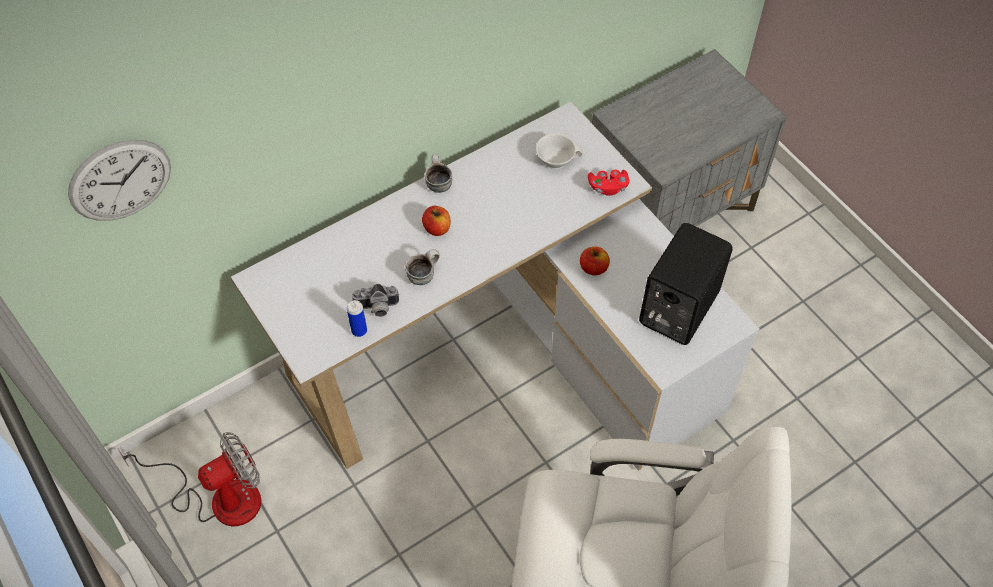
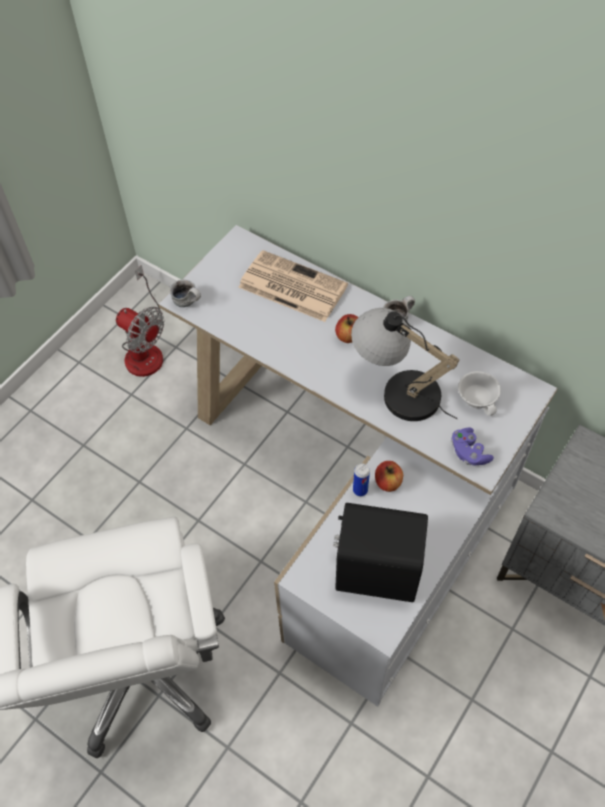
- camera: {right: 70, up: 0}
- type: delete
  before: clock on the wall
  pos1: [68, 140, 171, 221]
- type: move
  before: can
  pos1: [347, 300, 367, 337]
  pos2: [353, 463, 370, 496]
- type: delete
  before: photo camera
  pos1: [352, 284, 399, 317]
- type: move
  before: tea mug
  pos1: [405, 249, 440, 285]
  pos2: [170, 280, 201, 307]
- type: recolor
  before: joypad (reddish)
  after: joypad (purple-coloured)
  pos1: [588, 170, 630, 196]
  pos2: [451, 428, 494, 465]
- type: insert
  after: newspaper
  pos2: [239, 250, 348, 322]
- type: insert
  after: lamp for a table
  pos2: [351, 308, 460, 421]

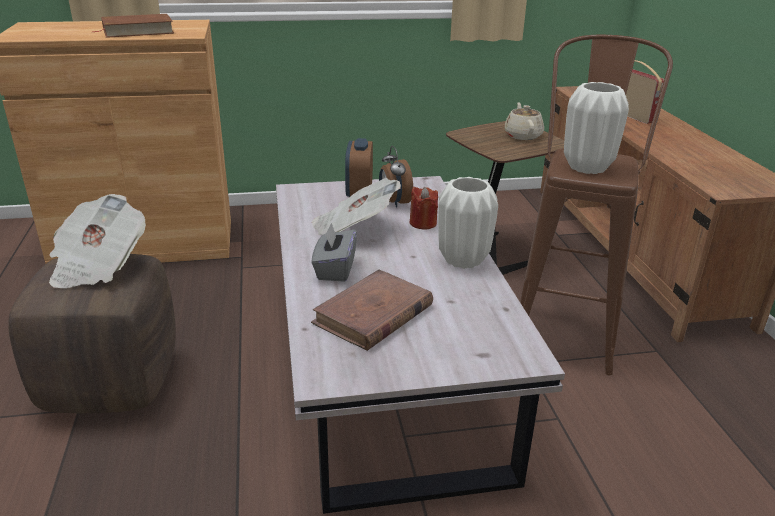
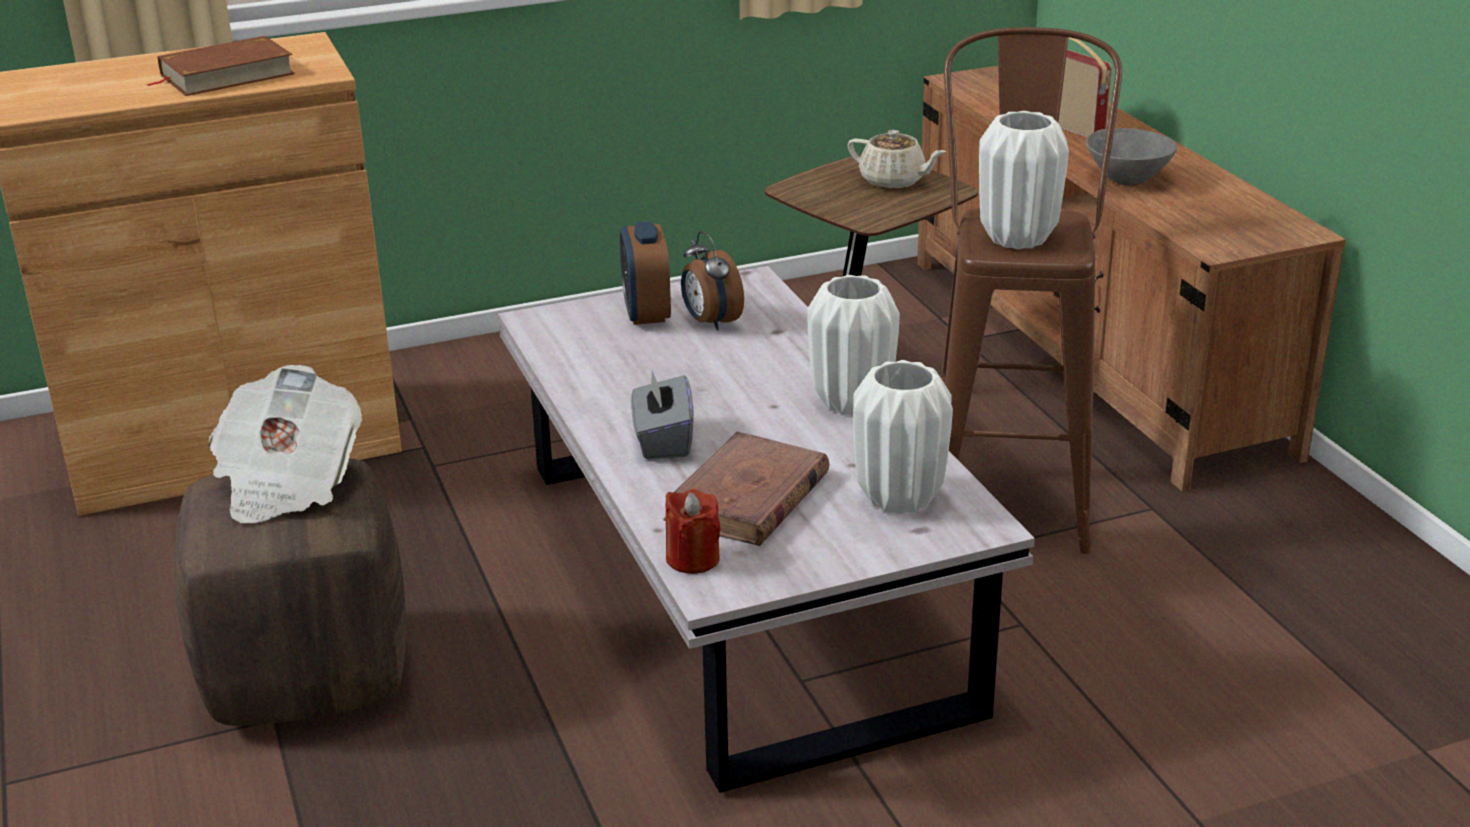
- camera: {right: -10, up: 0}
- type: delete
  before: newspaper
  pos1: [311, 178, 401, 235]
- type: move
  before: wax candle (reddish)
  pos1: [410, 187, 438, 229]
  pos2: [665, 489, 721, 574]
- type: rotate
  before: teapot (beige)
  pos1: [504, 102, 544, 140]
  pos2: [847, 130, 946, 189]
  turn: 135
- type: insert
  after: vase (white-coloured)
  pos2: [853, 360, 953, 514]
- type: insert
  after: serving bowl (grey)
  pos2: [1086, 128, 1177, 185]

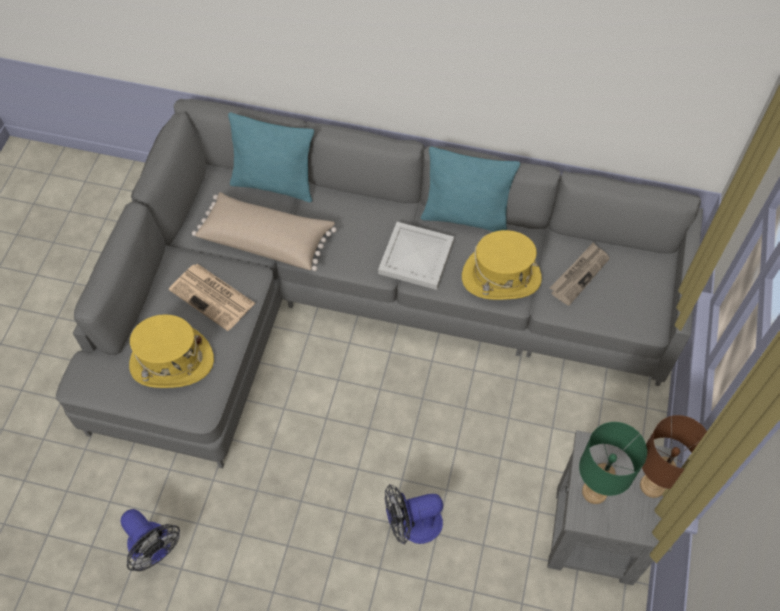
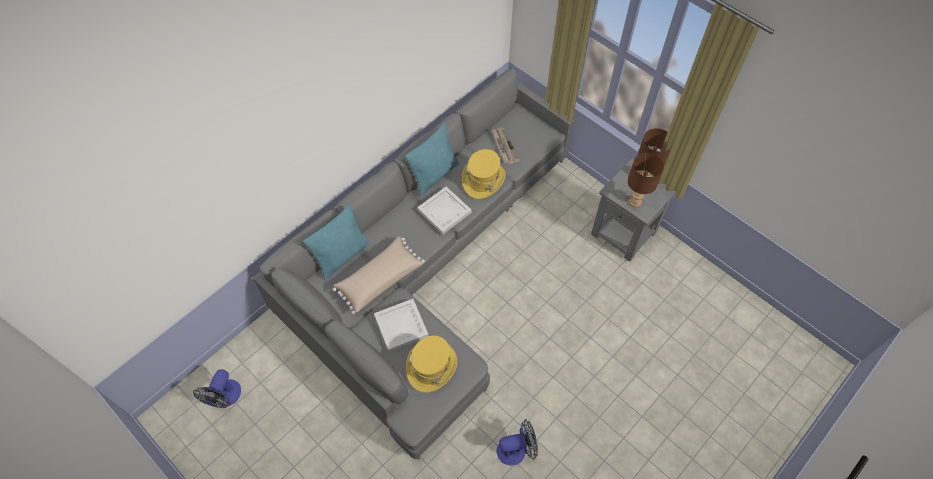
- camera: {right: -60, up: 0}
- type: replace
  before: newspaper
  after: tray (white-coloured)
  pos1: [169, 264, 255, 331]
  pos2: [374, 299, 429, 352]
- type: move
  before: electric fan
  pos1: [385, 484, 443, 545]
  pos2: [193, 369, 241, 408]
- type: recolor
  before: lamp for a table (green-coloured)
  after: lamp for a table (brownish)
  pos1: [579, 422, 647, 504]
  pos2: [628, 153, 664, 208]

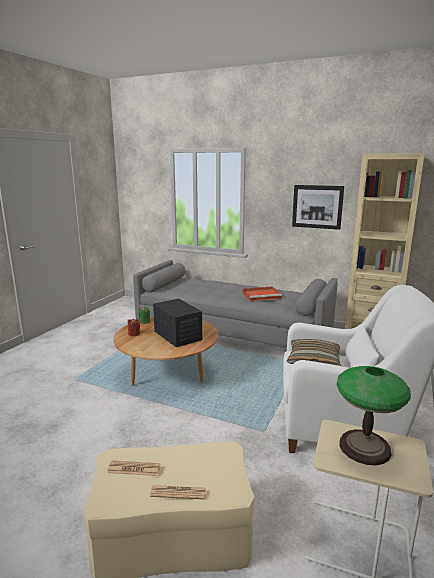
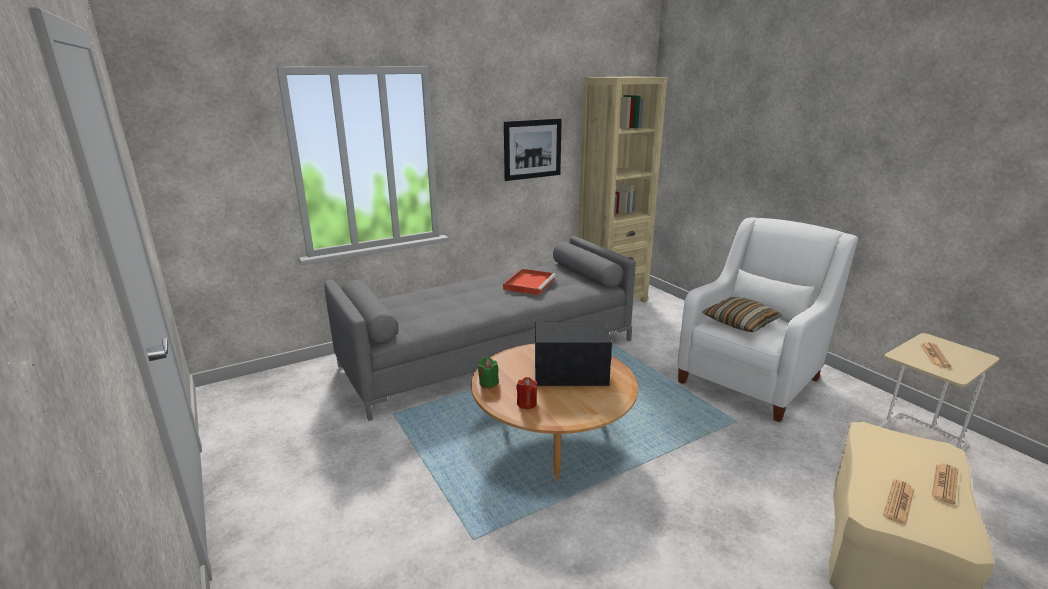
- camera: {right: -55, up: 5}
- type: replace
  before: lamp for a table
  after: newspaper
  pos1: [336, 366, 411, 465]
  pos2: [920, 342, 951, 368]

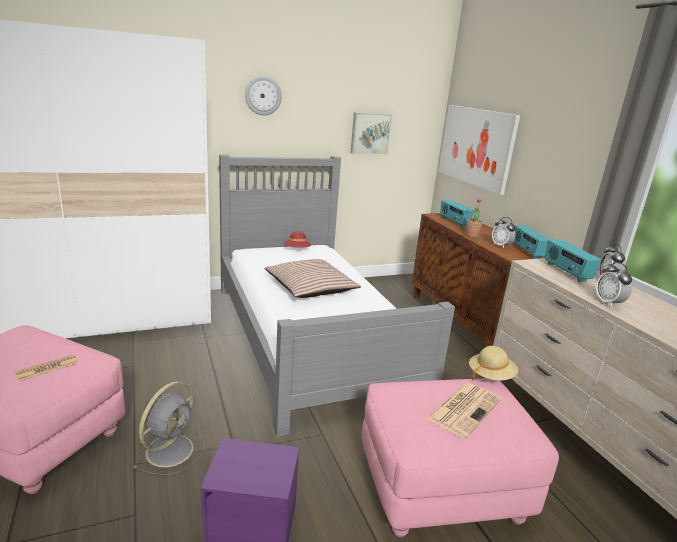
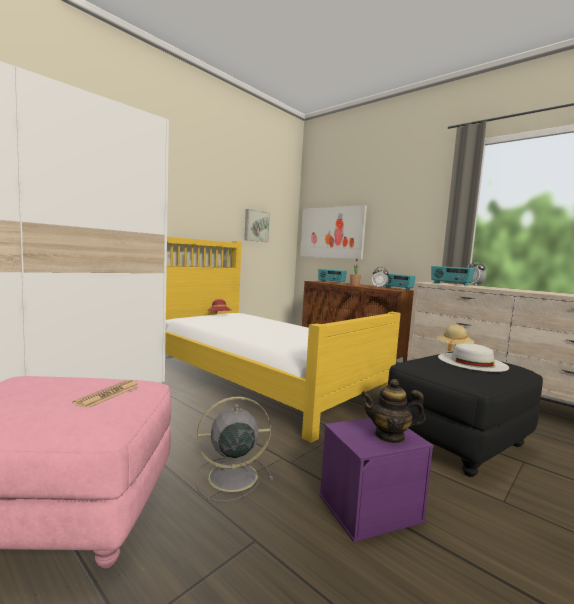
- camera: {right: -25, up: -15}
- type: rotate
  before: electric fan (grey)
  pos1: [133, 381, 205, 476]
  pos2: [195, 397, 273, 502]
  turn: -105
- type: recolor
  before: sleeping bed (grey)
  after: sleeping bed (yellow-coloured)
  pos1: [219, 154, 455, 437]
  pos2: [165, 237, 401, 443]
- type: delete
  before: clock on the wall
  pos1: [245, 76, 282, 115]
- type: delete
  before: throw pillow
  pos1: [264, 259, 361, 298]
- type: recolor
  before: ottoman (pink)
  after: ottoman (blackish)
  pos1: [362, 378, 559, 537]
  pos2: [388, 352, 543, 477]
- type: replace
  before: newspaper
  after: clothing hat (white-coloured)
  pos1: [426, 383, 501, 438]
  pos2: [438, 343, 509, 372]
- type: delete
  before: alarm clock
  pos1: [596, 262, 632, 307]
- type: insert
  after: teapot
  pos2: [361, 379, 426, 444]

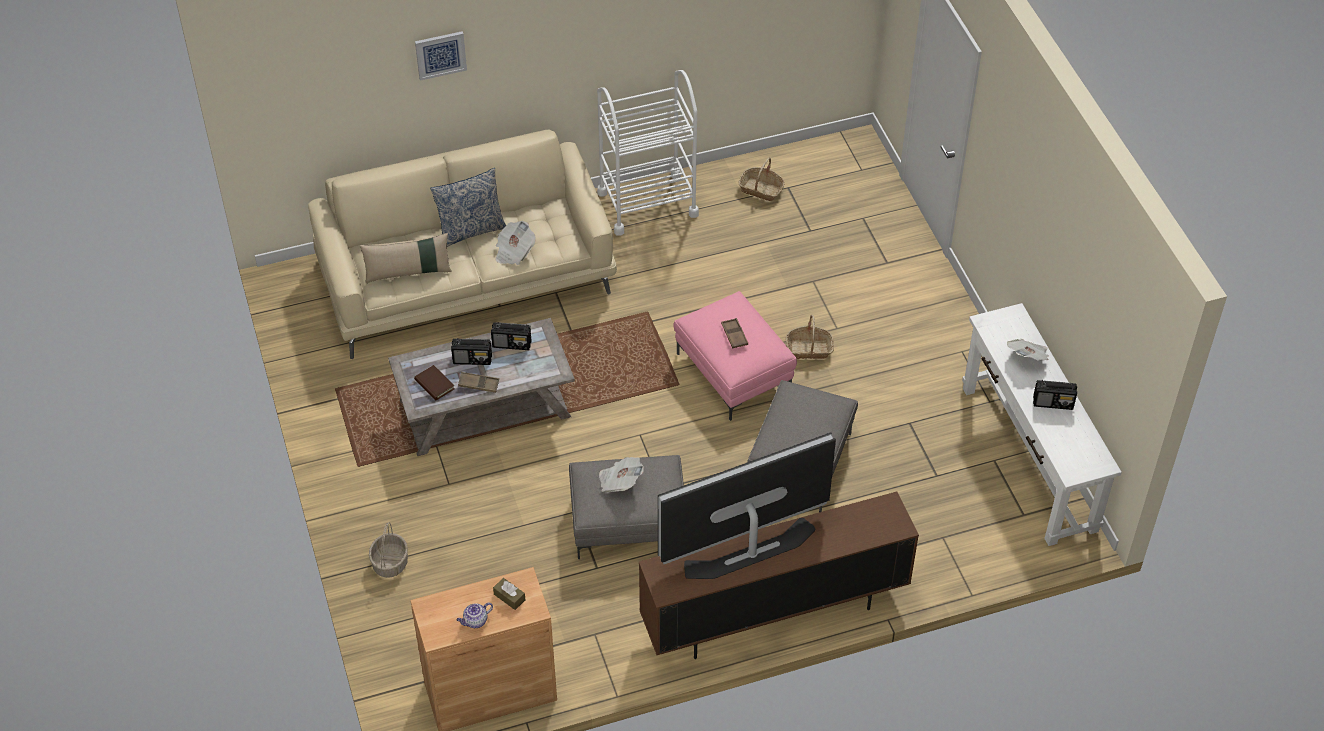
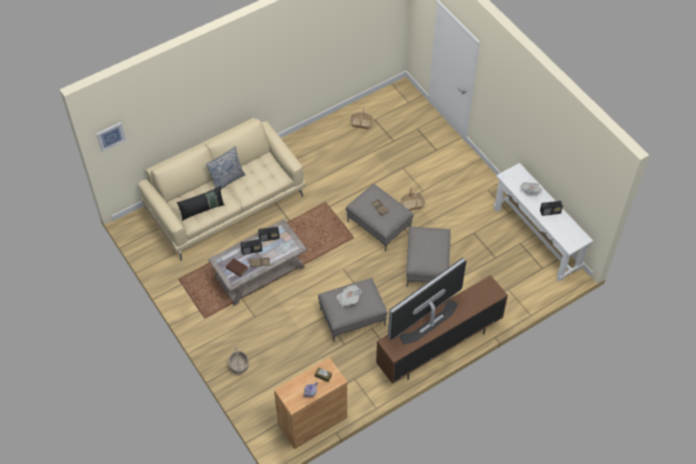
- camera: {right: -15, up: 5}
- type: recolor
  before: throw pillow (beige)
  after: throw pillow (blackish)
  pos1: [360, 233, 452, 283]
  pos2: [177, 186, 225, 221]
- type: move
  before: wall art
  pos1: [415, 31, 467, 81]
  pos2: [96, 122, 126, 152]
- type: delete
  before: newspaper
  pos1: [495, 221, 536, 265]
- type: delete
  before: trolley (white-coloured)
  pos1: [597, 70, 699, 235]
- type: recolor
  before: ottoman (pink)
  after: ottoman (grey)
  pos1: [673, 291, 797, 421]
  pos2: [346, 184, 414, 252]

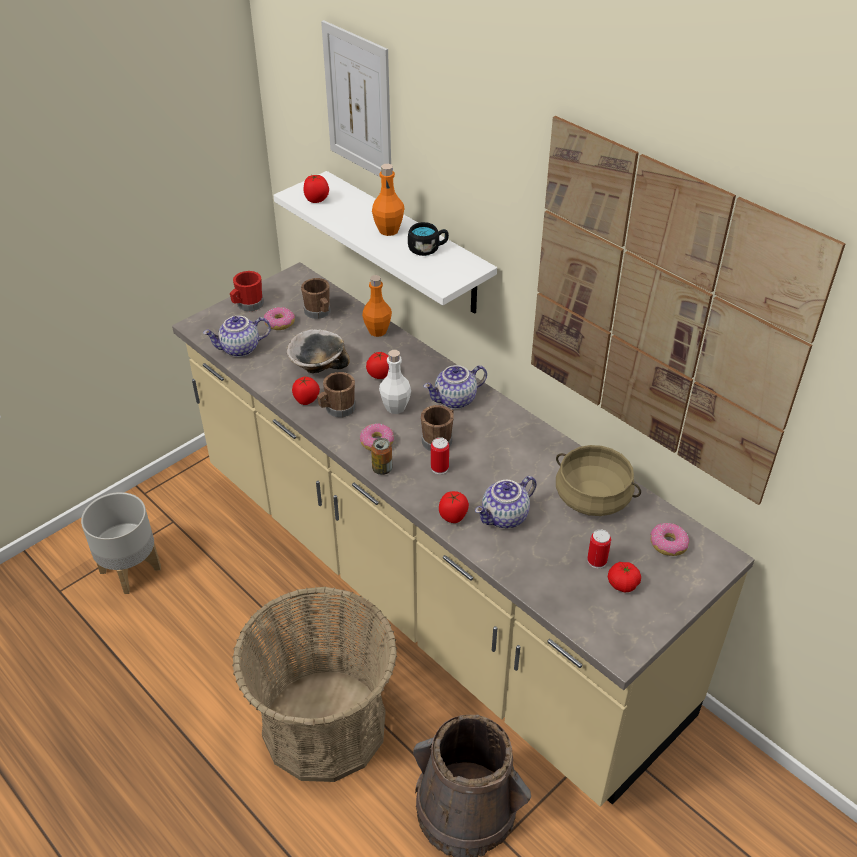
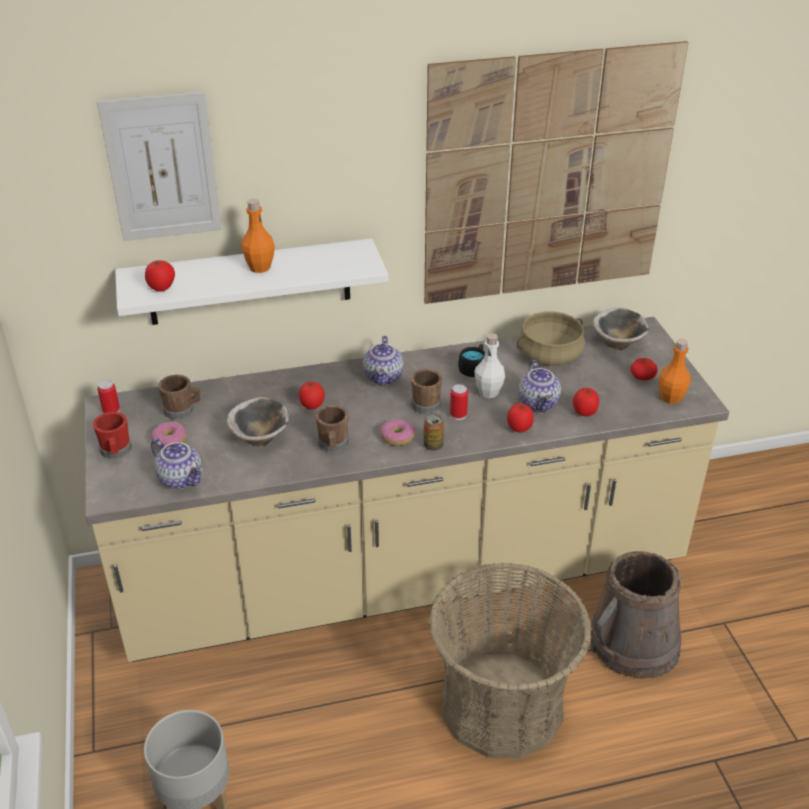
- camera: {right: -60, up: -5}
- type: rotate
  before: teapot
  pos1: [203, 316, 271, 357]
  pos2: [151, 439, 203, 489]
  turn: -60
- type: move
  before: tomato
  pos1: [292, 376, 320, 405]
  pos2: [573, 388, 599, 416]
- type: move
  before: drink bottle (orangey)
  pos1: [362, 275, 392, 337]
  pos2: [659, 339, 691, 404]
- type: move
  before: drink bottle (white-coloured)
  pos1: [379, 350, 411, 414]
  pos2: [474, 333, 505, 399]
- type: move
  before: tea mug (blackish)
  pos1: [408, 222, 449, 256]
  pos2: [458, 344, 485, 377]
- type: move
  before: can
  pos1: [587, 529, 611, 569]
  pos2: [97, 380, 120, 413]
- type: replace
  before: ring doughnut
  after: serving bowl
  pos1: [650, 523, 689, 556]
  pos2: [593, 308, 649, 350]

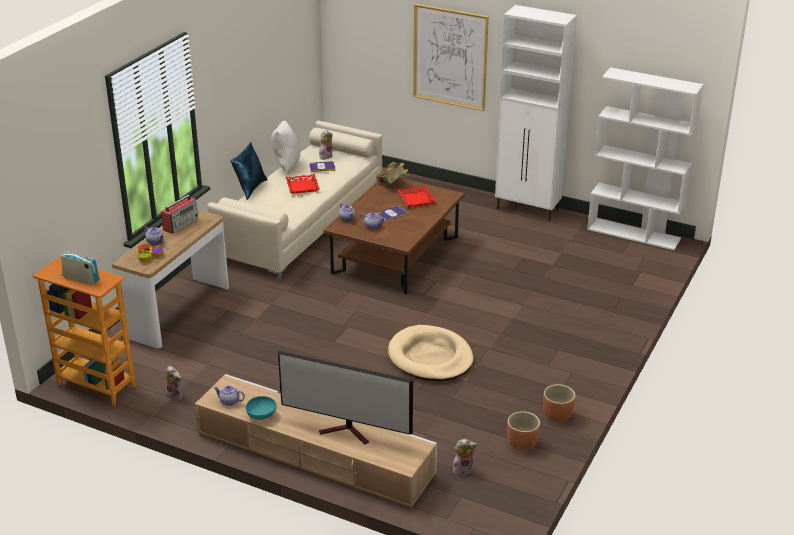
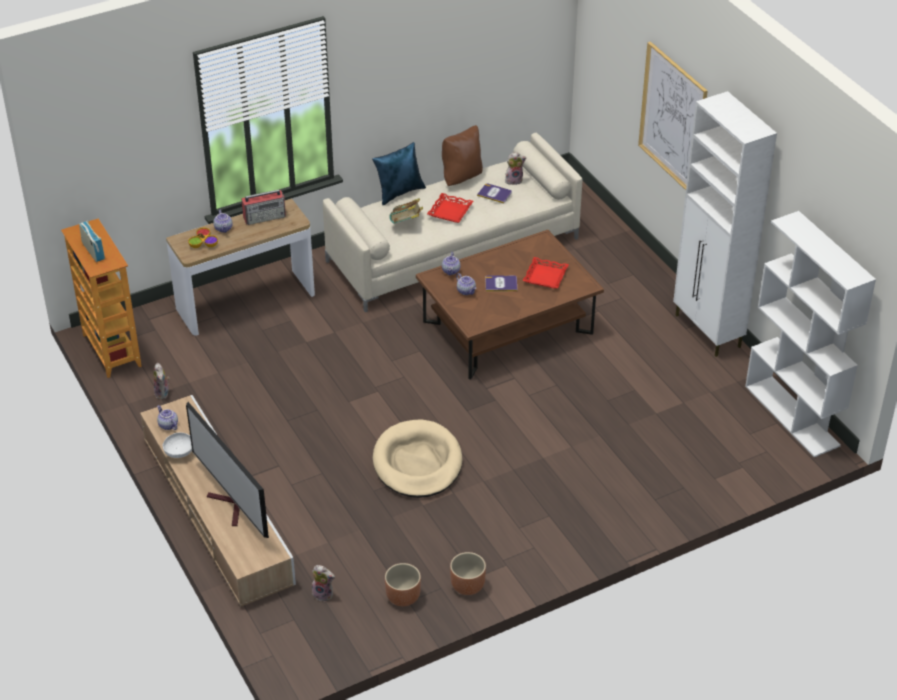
- camera: {right: 35, up: 10}
- type: recolor
  before: serving bowl (blue-green)
  after: serving bowl (white-coloured)
  pos1: [246, 396, 276, 420]
  pos2: [163, 433, 192, 458]
- type: recolor
  before: throw pillow (white-coloured)
  after: throw pillow (brownish)
  pos1: [271, 121, 300, 171]
  pos2: [442, 125, 483, 186]
- type: move
  before: volume
  pos1: [376, 162, 408, 184]
  pos2: [389, 198, 423, 224]

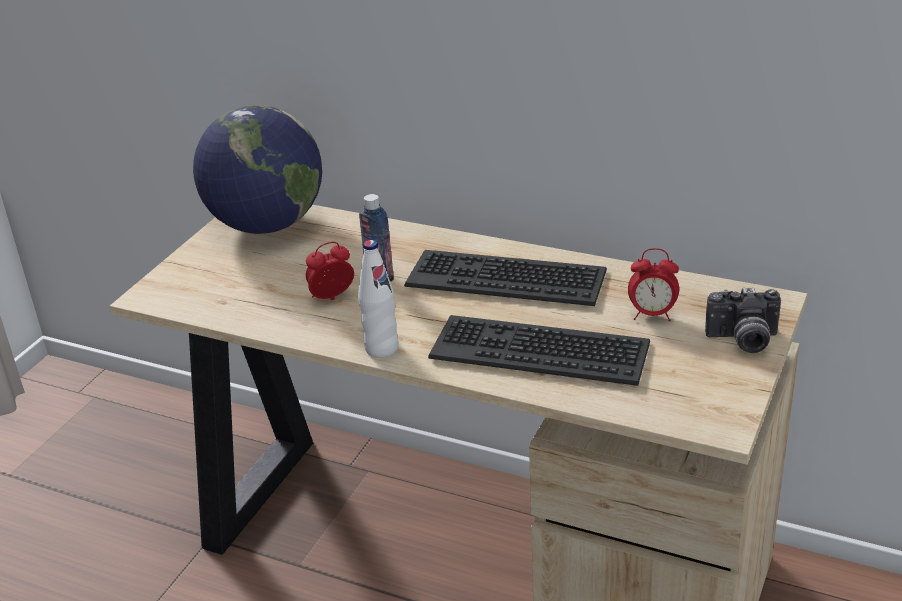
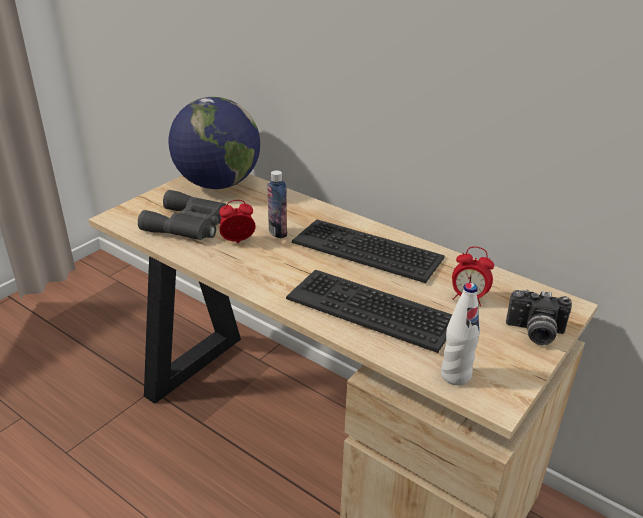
- camera: {right: 10, up: 0}
- type: move
  before: drink bottle (white-coloured)
  pos1: [358, 240, 399, 358]
  pos2: [441, 283, 480, 385]
- type: insert
  after: pair of binoculars (grey)
  pos2: [138, 190, 226, 240]

